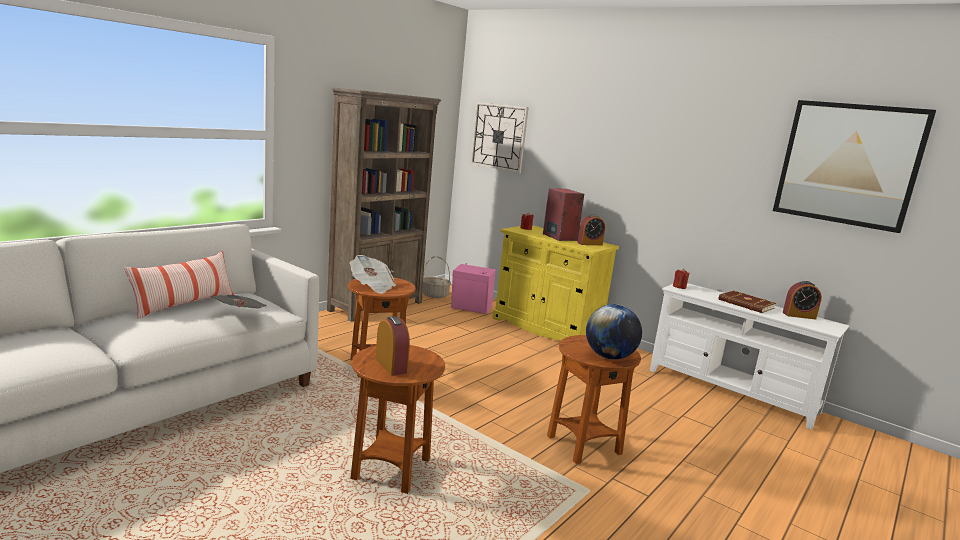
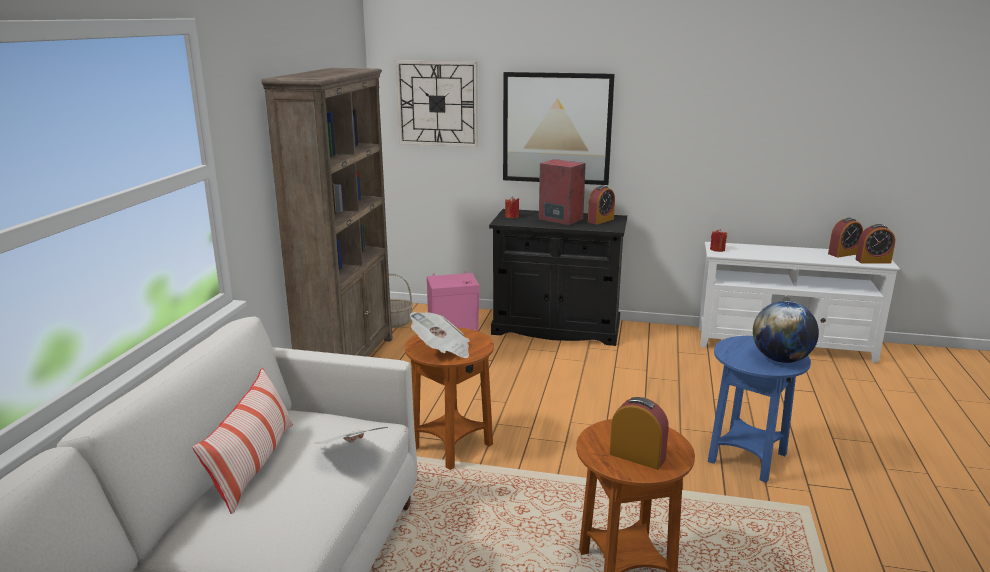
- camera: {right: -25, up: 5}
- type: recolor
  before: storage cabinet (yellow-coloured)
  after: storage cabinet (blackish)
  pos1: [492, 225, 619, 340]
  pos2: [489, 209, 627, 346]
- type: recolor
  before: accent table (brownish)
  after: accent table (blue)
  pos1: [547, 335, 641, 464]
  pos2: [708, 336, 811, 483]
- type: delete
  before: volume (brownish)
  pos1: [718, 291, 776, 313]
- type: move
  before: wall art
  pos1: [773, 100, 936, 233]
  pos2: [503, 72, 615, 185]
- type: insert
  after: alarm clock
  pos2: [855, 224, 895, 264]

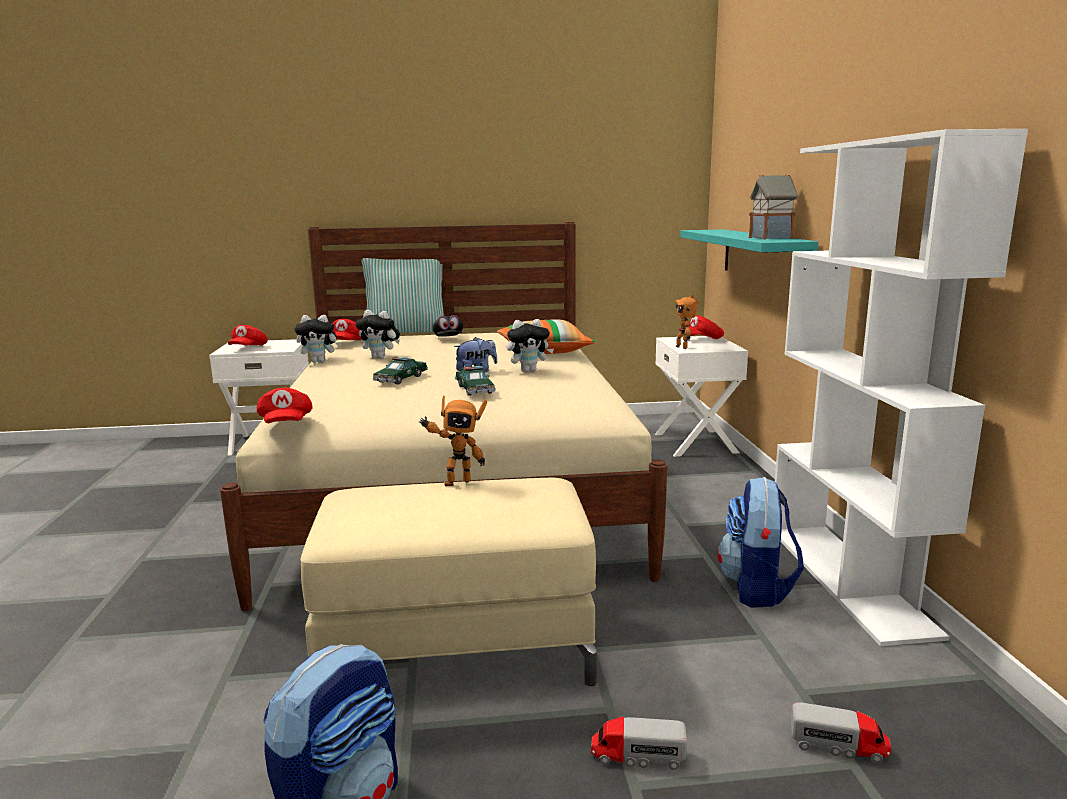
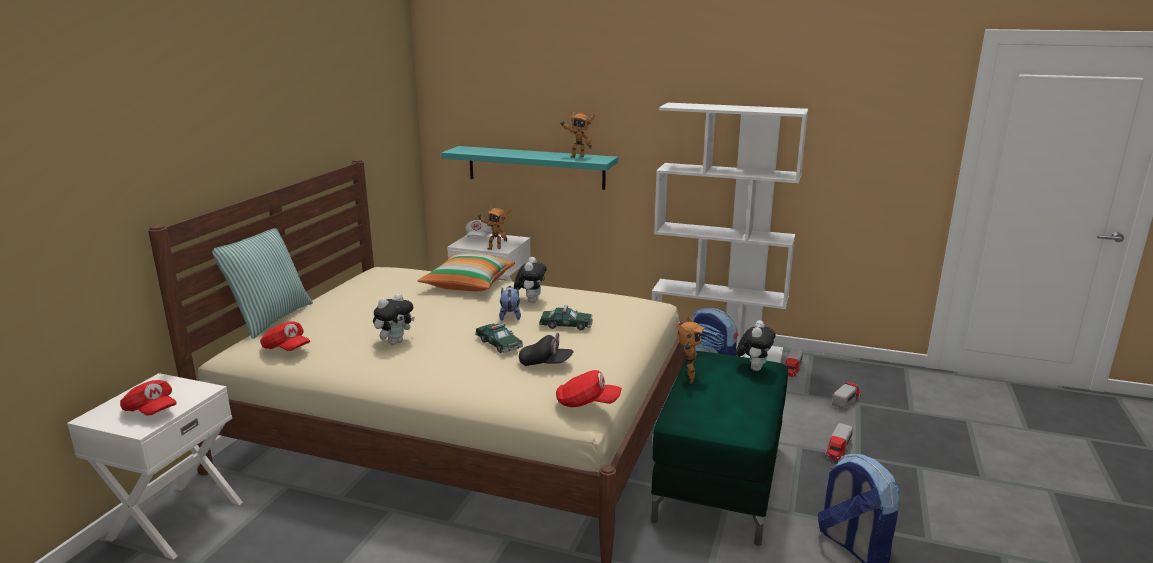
- camera: {right: -65, up: 5}
- type: move
  before: plush toy
  pos1: [295, 315, 342, 363]
  pos2: [736, 320, 776, 371]
- type: recolor
  before: ottoman (beige)
  after: ottoman (green-coloured)
  pos1: [300, 478, 597, 686]
  pos2: [651, 351, 788, 546]
- type: move
  before: cap (blackish)
  pos1: [433, 315, 463, 336]
  pos2: [519, 333, 573, 366]
- type: recolor
  before: cap (reddish)
  after: cap (white-coloured)
  pos1: [679, 315, 724, 339]
  pos2: [465, 220, 493, 238]
- type: replace
  before: miniature house
  after: robot figure
  pos1: [749, 174, 799, 239]
  pos2: [561, 113, 595, 158]
- type: insert
  after: model truck
  pos2: [785, 349, 803, 377]

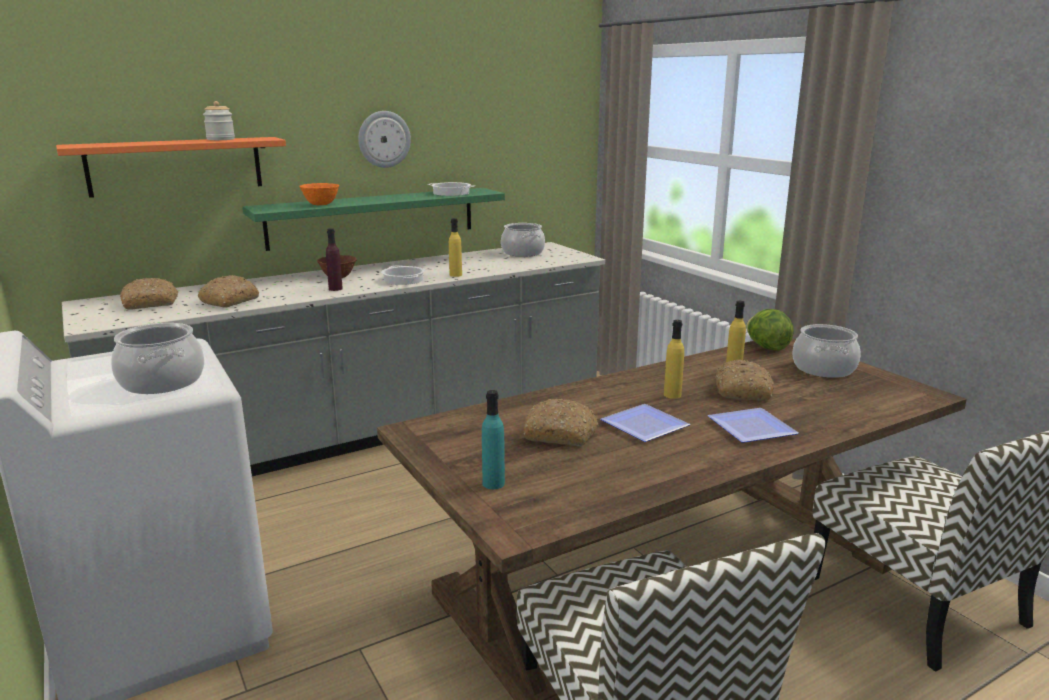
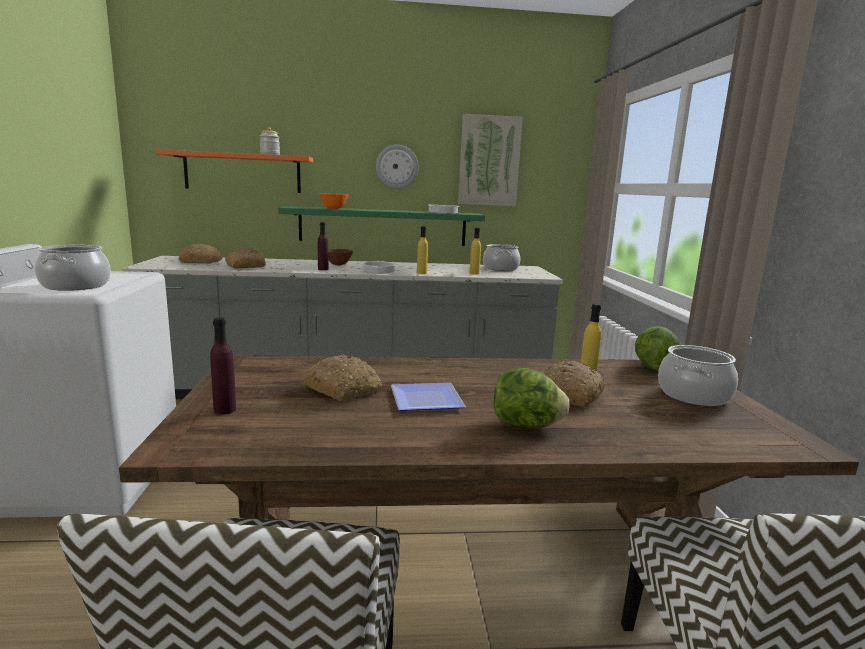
- camera: {right: 25, up: -5}
- type: recolor
  before: drink bottle (blue-green)
  after: drink bottle (purple-coloured)
  pos1: [482, 390, 505, 489]
  pos2: [210, 317, 236, 415]
- type: move
  before: drink bottle (yellow-coloured)
  pos1: [664, 320, 684, 399]
  pos2: [469, 228, 481, 275]
- type: replace
  before: flat dish
  after: lettuce
  pos1: [708, 408, 799, 443]
  pos2: [494, 368, 570, 428]
- type: insert
  after: wall art
  pos2: [458, 114, 523, 206]

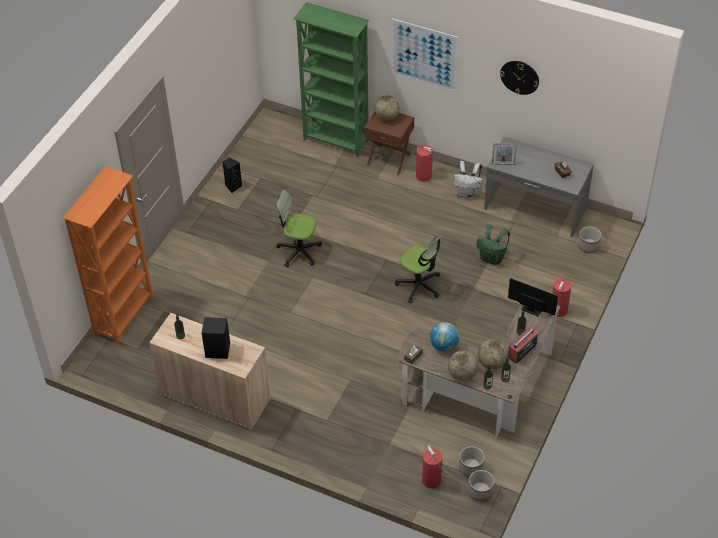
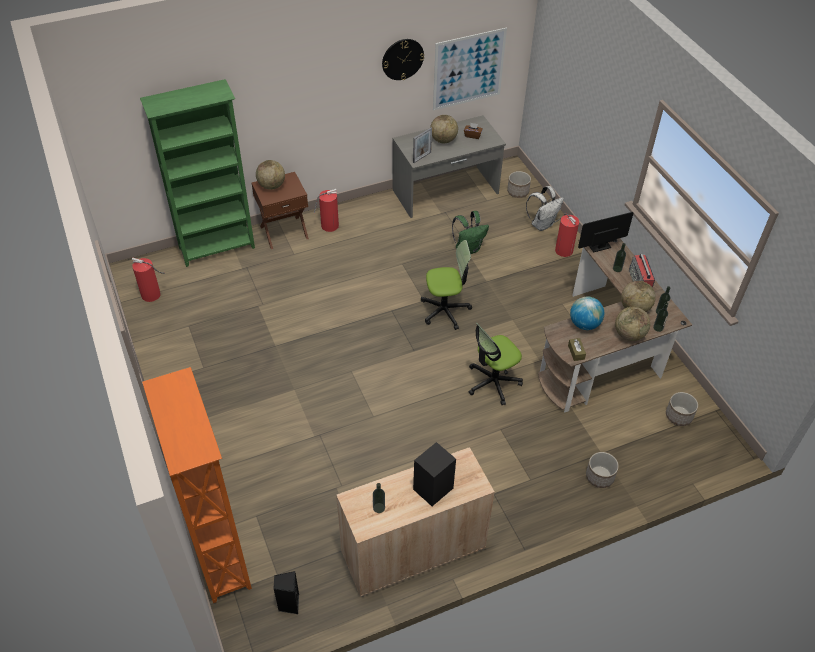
- camera: {right: -50, up: 0}
- type: move
  before: loudspeaker (blackish)
  pos1: [223, 157, 242, 193]
  pos2: [273, 571, 299, 614]
- type: move
  before: desk chair
  pos1: [276, 190, 322, 267]
  pos2: [468, 322, 523, 405]
- type: move
  before: wall art
  pos1: [392, 18, 458, 92]
  pos2: [433, 28, 507, 110]
- type: move
  before: extinguisher
  pos1: [422, 445, 448, 489]
  pos2: [132, 258, 165, 302]
- type: move
  before: knapsack (white-coloured)
  pos1: [453, 161, 483, 199]
  pos2: [526, 186, 564, 231]
- type: move
  before: planter
  pos1: [468, 470, 494, 501]
  pos2: [586, 452, 619, 488]
- type: insert
  after: globe
  pos2: [430, 115, 458, 143]

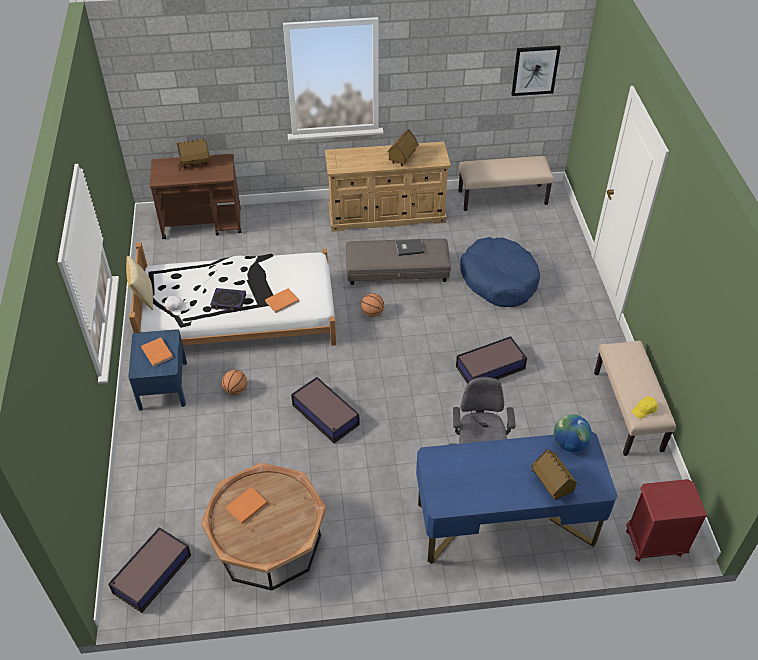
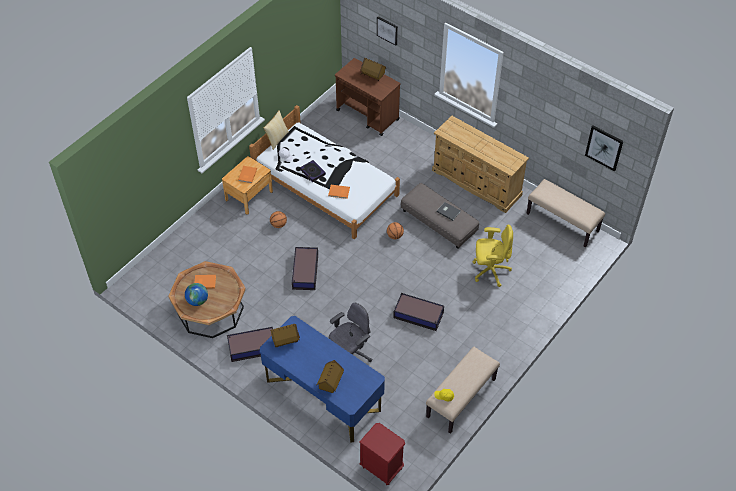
- camera: {right: 45, up: 5}
- type: move
  before: storage box
  pos1: [108, 527, 191, 613]
  pos2: [227, 327, 273, 362]
- type: recolor
  before: nightstand (blue)
  after: nightstand (brownish)
  pos1: [128, 329, 187, 411]
  pos2: [222, 156, 273, 215]
- type: move
  before: miniature house
  pos1: [386, 129, 419, 166]
  pos2: [270, 324, 300, 347]
- type: replace
  before: pet bed (blue)
  after: desk chair (yellow-coloured)
  pos1: [460, 237, 540, 307]
  pos2: [472, 224, 513, 287]
- type: move
  before: globe
  pos1: [554, 414, 592, 452]
  pos2: [185, 283, 208, 306]
- type: insert
  after: wall art
  pos2: [377, 16, 398, 46]

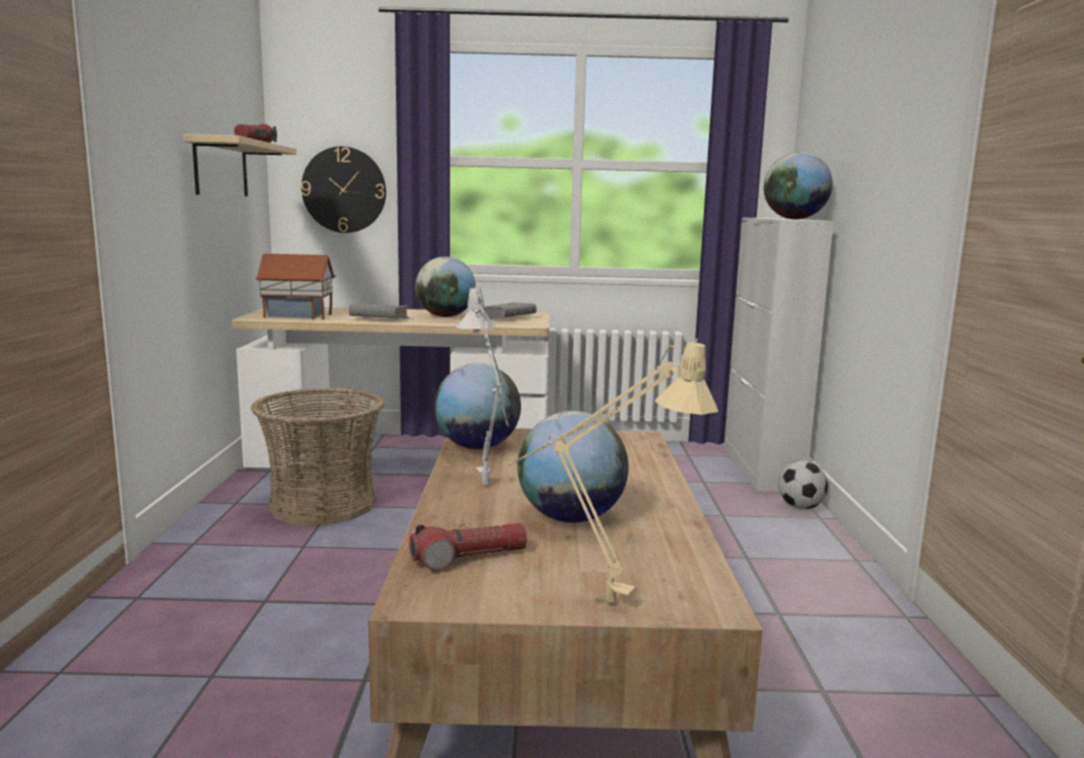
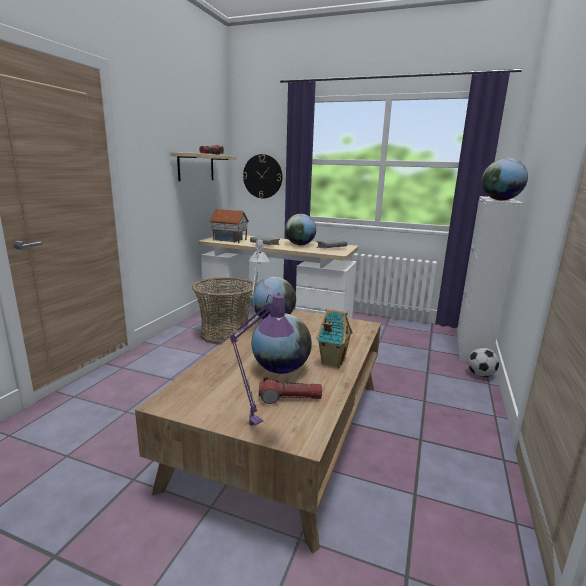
- camera: {right: 20, up: 5}
- type: move
  before: hand torch
  pos1: [409, 523, 527, 571]
  pos2: [259, 377, 322, 404]
- type: recolor
  before: lamp for a table (beige)
  after: lamp for a table (purple-coloured)
  pos1: [509, 338, 718, 604]
  pos2: [217, 293, 294, 426]
- type: insert
  after: miniature house
  pos2: [316, 308, 353, 368]

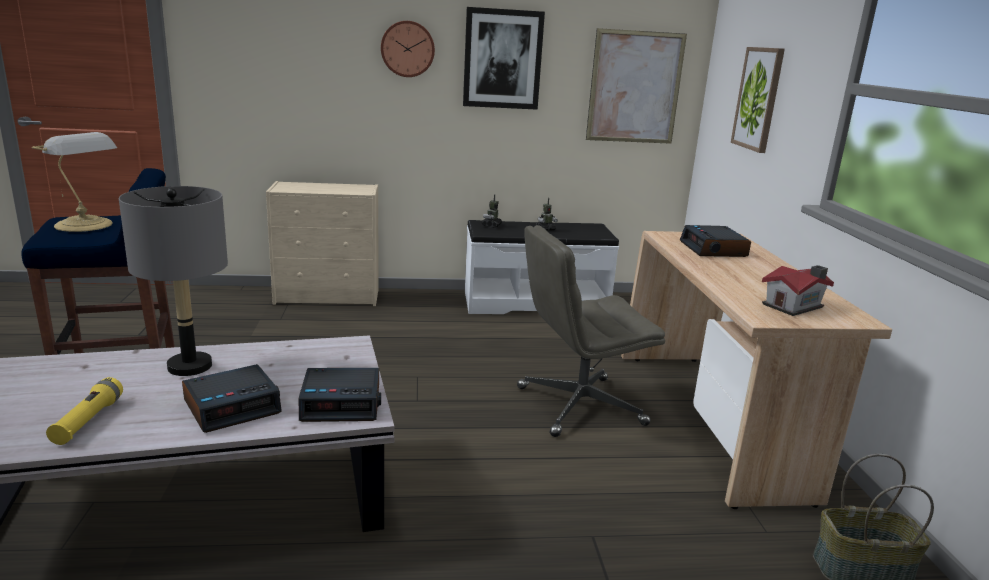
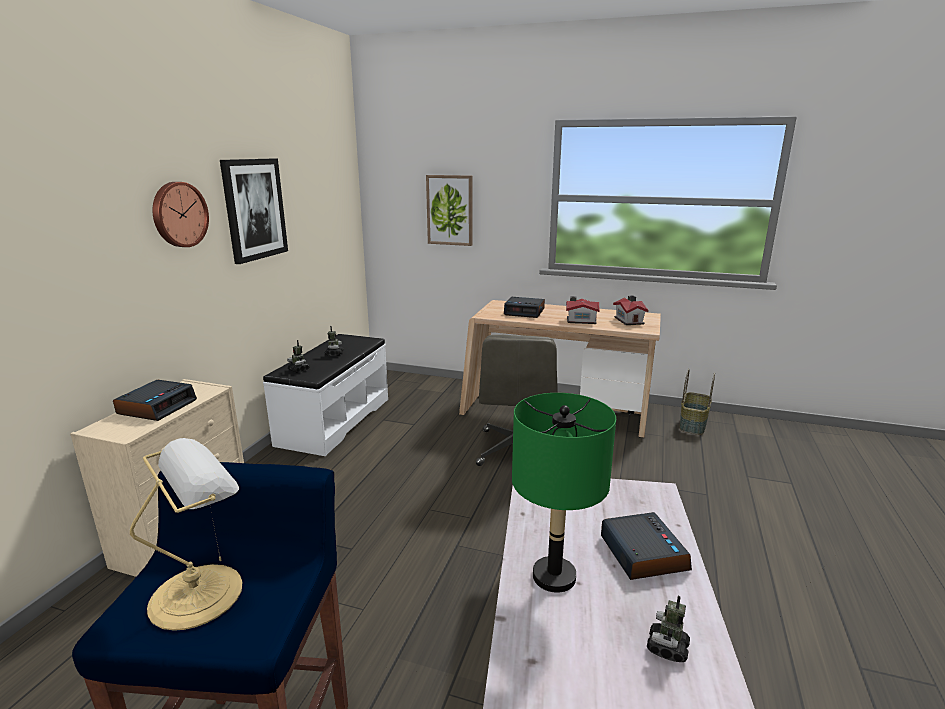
- camera: {right: -65, up: 0}
- type: replace
  before: hand torch (yellow-coloured)
  after: robot figure
  pos1: [46, 377, 123, 445]
  pos2: [647, 596, 690, 662]
- type: recolor
  before: lamp for a table (grey)
  after: lamp for a table (green-coloured)
  pos1: [119, 186, 228, 376]
  pos2: [512, 393, 616, 593]
- type: move
  before: alarm clock
  pos1: [299, 368, 381, 422]
  pos2: [113, 380, 197, 421]
- type: delete
  before: wall art
  pos1: [586, 28, 687, 144]
- type: insert
  after: miniature house
  pos2: [566, 296, 600, 324]

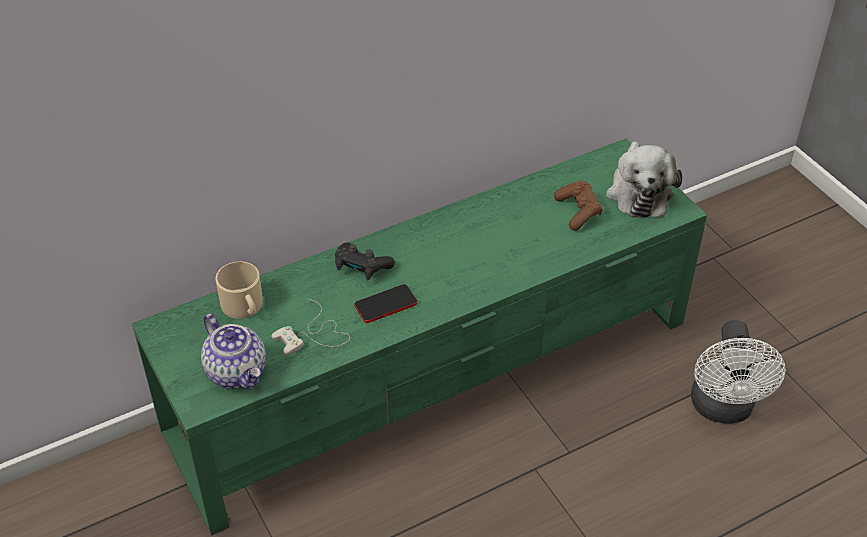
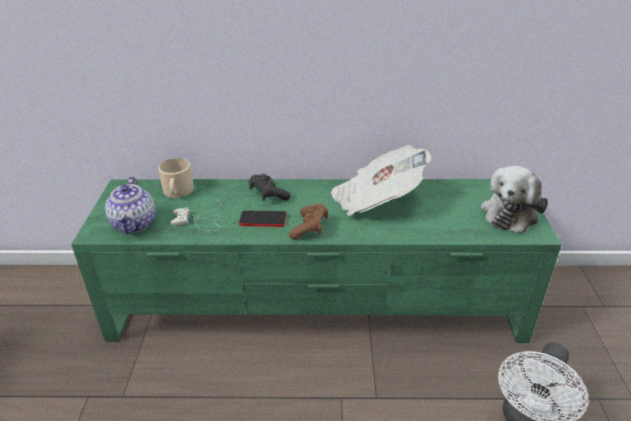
- camera: {right: 30, up: -10}
- type: move
  before: joypad (brownish)
  pos1: [554, 180, 603, 231]
  pos2: [289, 204, 328, 240]
- type: insert
  after: newspaper
  pos2: [331, 145, 432, 216]

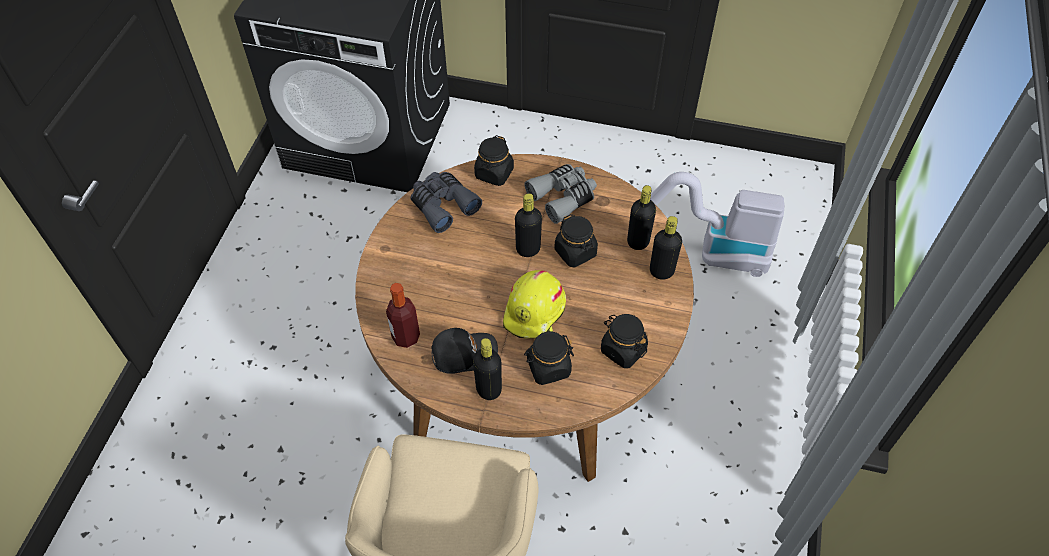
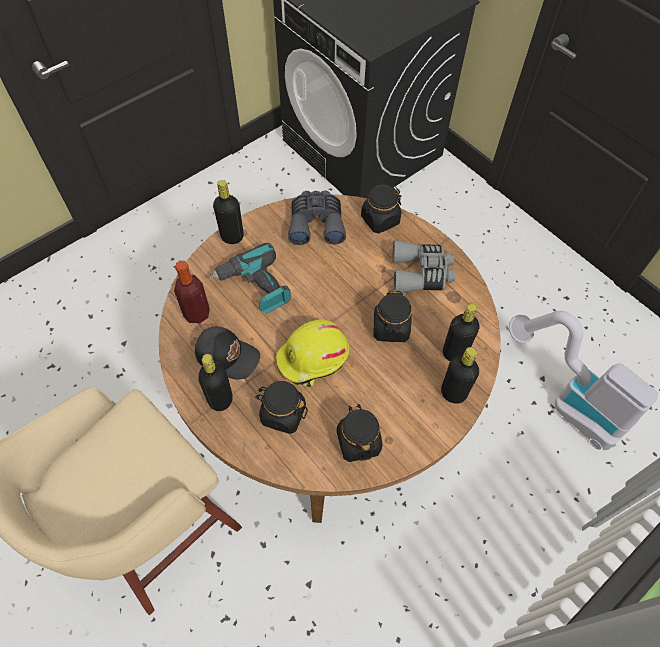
- camera: {right: 35, up: 5}
- type: move
  before: drink bottle (blackish)
  pos1: [515, 193, 542, 257]
  pos2: [213, 180, 244, 244]
- type: insert
  after: electric drill
  pos2: [209, 243, 291, 314]

